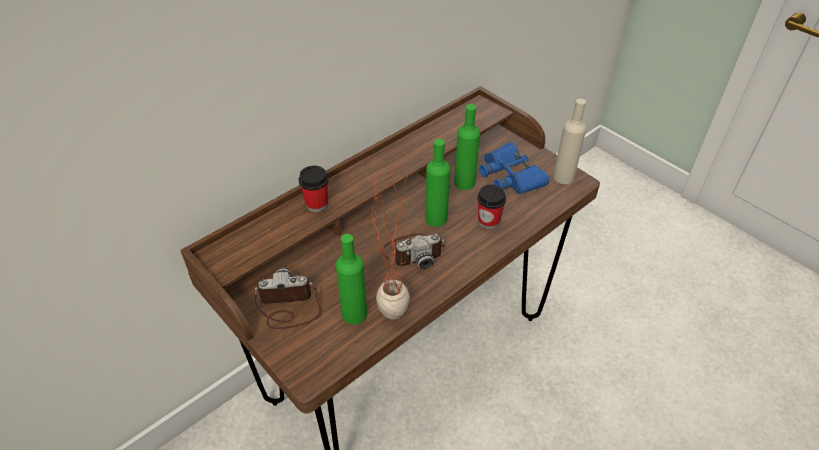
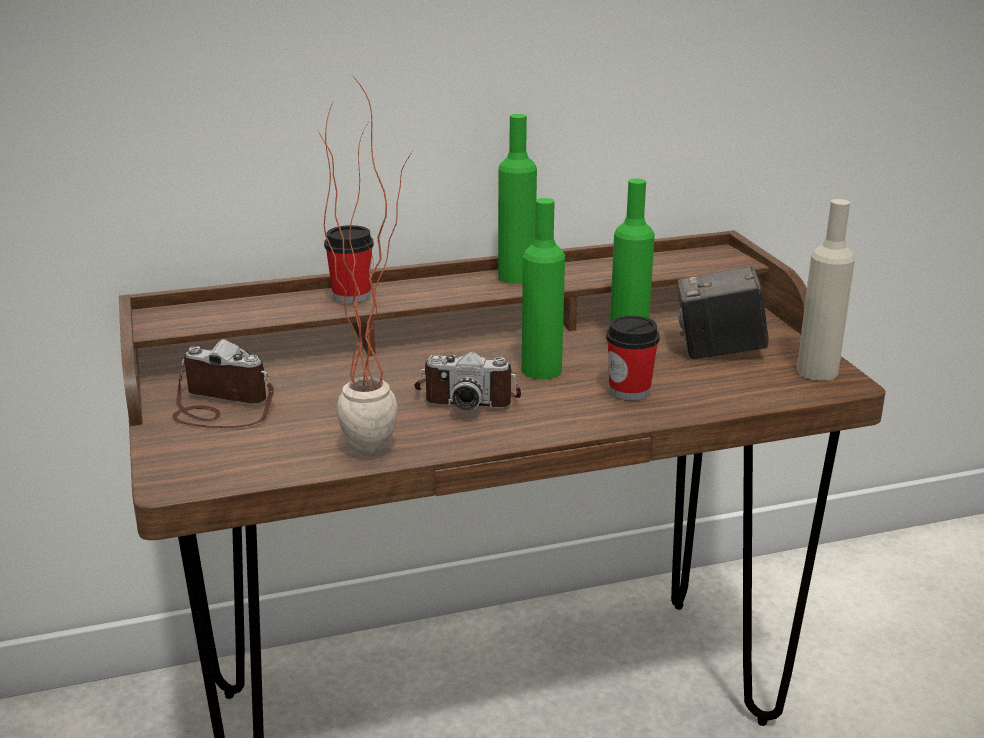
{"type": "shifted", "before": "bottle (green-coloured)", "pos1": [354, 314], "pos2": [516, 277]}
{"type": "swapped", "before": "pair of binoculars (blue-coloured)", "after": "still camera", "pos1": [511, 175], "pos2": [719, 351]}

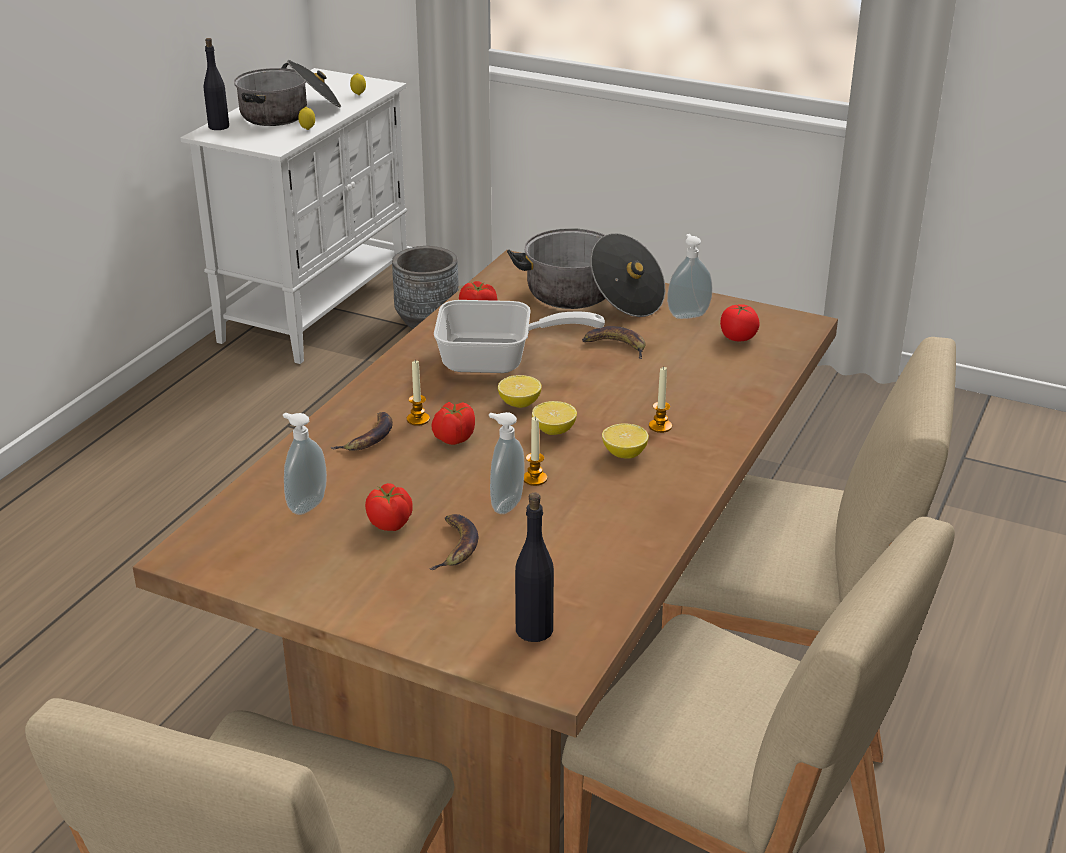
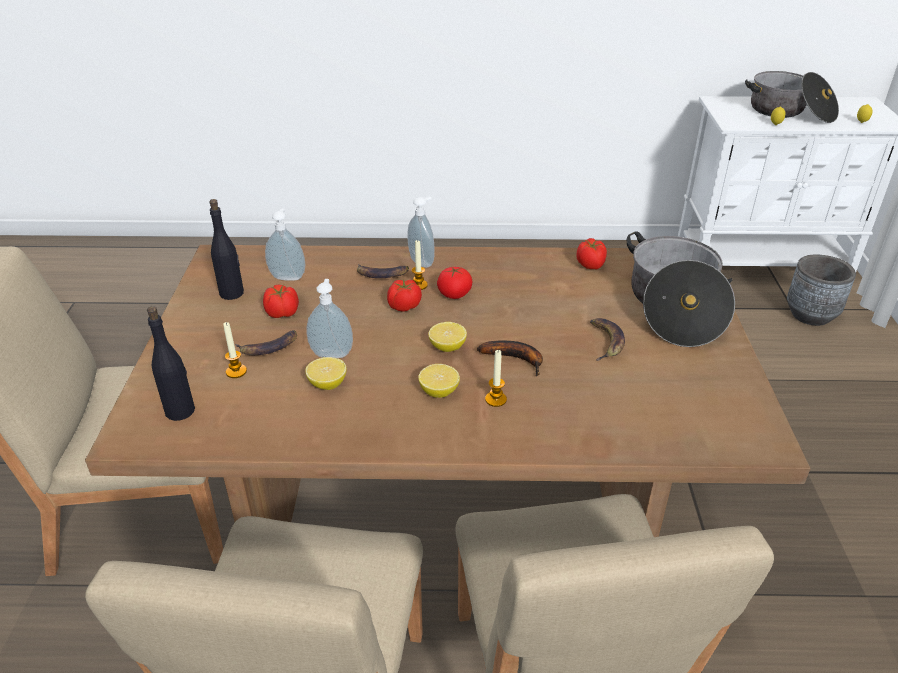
{"type": "gone", "before": "frying pan", "pos1": [498, 361]}
{"type": "new", "after": "banana", "pos2": [516, 359]}
{"type": "shifted", "before": "bottle (black)", "pos1": [219, 126], "pos2": [232, 293]}
{"type": "shifted", "before": "lemon", "pos1": [519, 404], "pos2": [327, 384]}
{"type": "shifted", "before": "candle", "pos1": [535, 478], "pos2": [236, 371]}
{"type": "shifted", "before": "liquid soap bottle", "pos1": [687, 314], "pos2": [422, 261]}
{"type": "shifted", "before": "fresh tomato", "pos1": [738, 337], "pos2": [454, 294]}

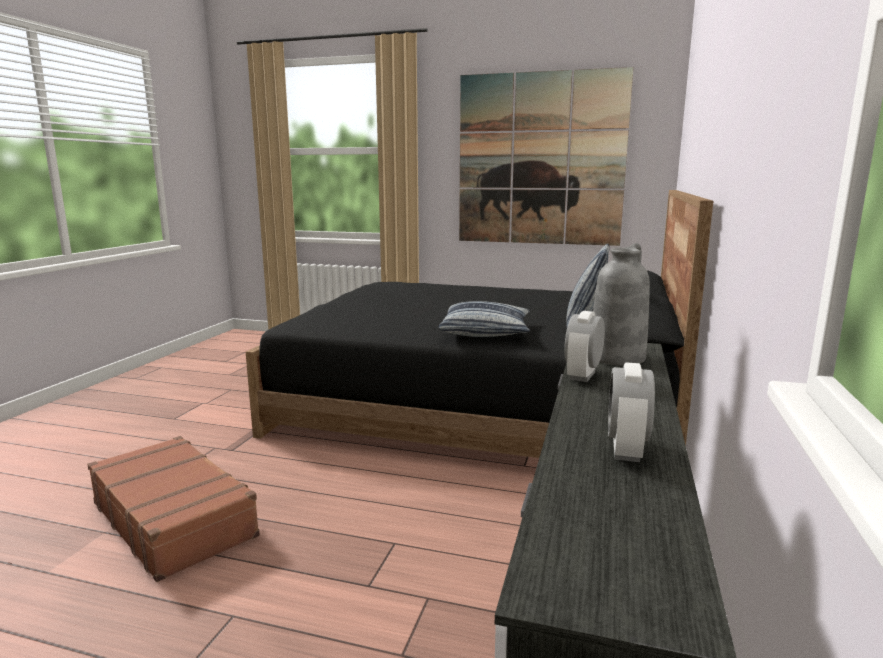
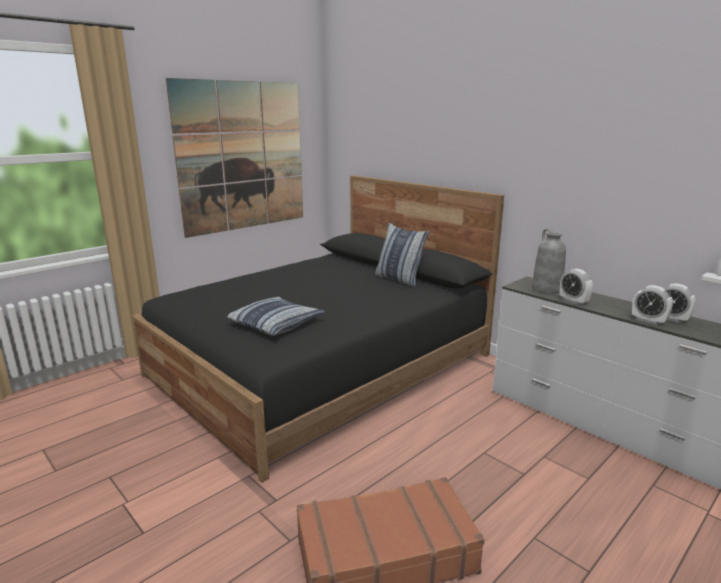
{"type": "new", "after": "bedside clock", "pos2": [648, 321]}
{"type": "shifted", "before": "throw pillow", "pos1": [485, 331], "pos2": [276, 324]}

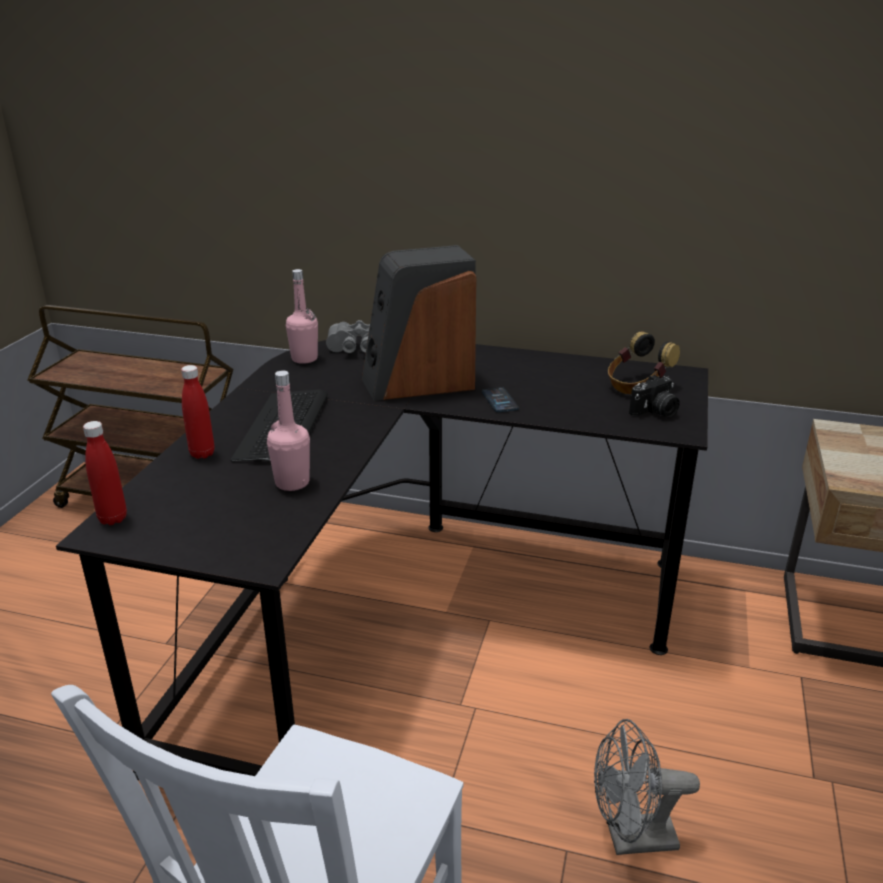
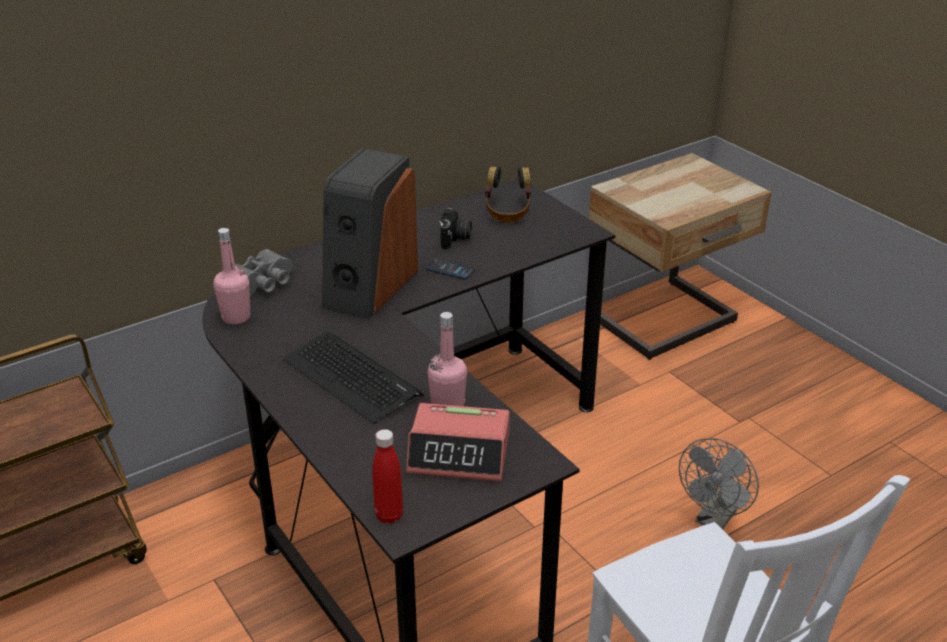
{"type": "gone", "before": "bottle (red-coloured)", "pos1": [202, 454]}
{"type": "new", "after": "bedside clock", "pos2": [460, 453]}
{"type": "shifted", "before": "still camera", "pos1": [655, 412], "pos2": [455, 239]}

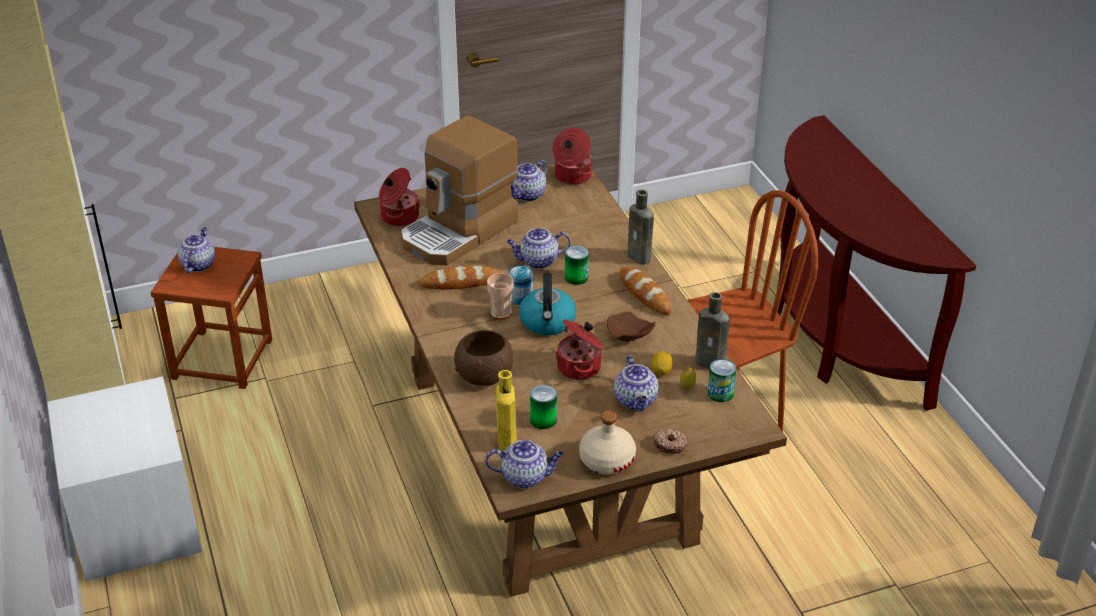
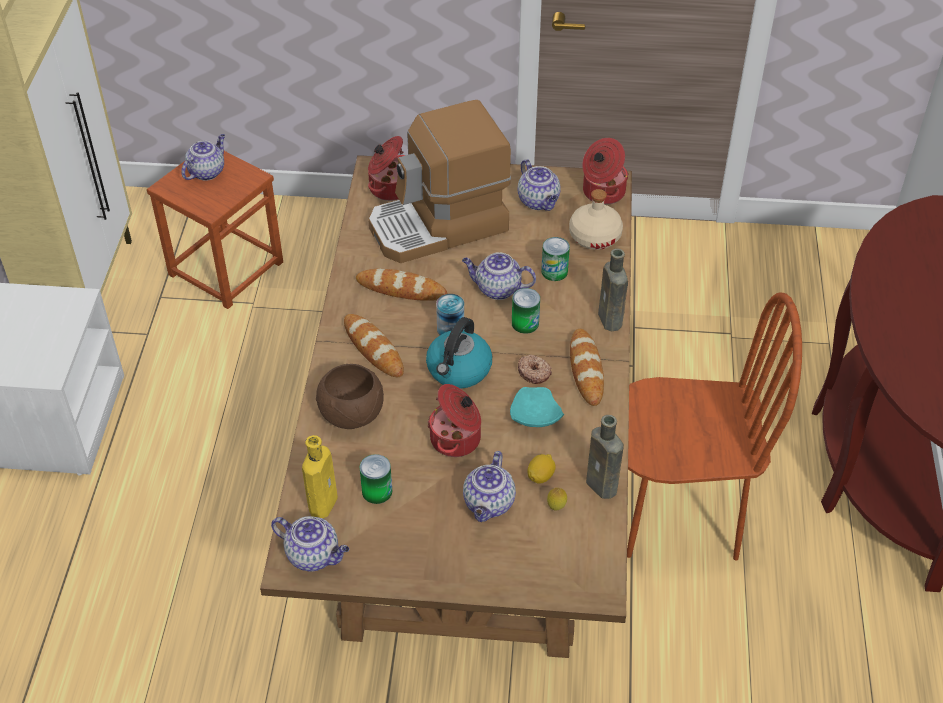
{"type": "gone", "before": "drinking cup", "pos1": [501, 313]}
{"type": "new", "after": "bakery bread", "pos2": [373, 348]}
{"type": "shifted", "before": "bottle (beige-coloured)", "pos1": [606, 460], "pos2": [594, 236]}
{"type": "shifted", "before": "ring doughnut", "pos1": [670, 444], "pos2": [534, 372]}
{"type": "shifted", "before": "sealed can", "pos1": [720, 393], "pos2": [554, 271]}
{"type": "repainted", "before": "dinner plate (brownish)", "after": "dinner plate (blue-green)", "pos1": [628, 335], "pos2": [534, 417]}
{"type": "rotated", "before": "tea pot", "pos1": [527, 195], "pos2": [539, 201], "turn": -90}

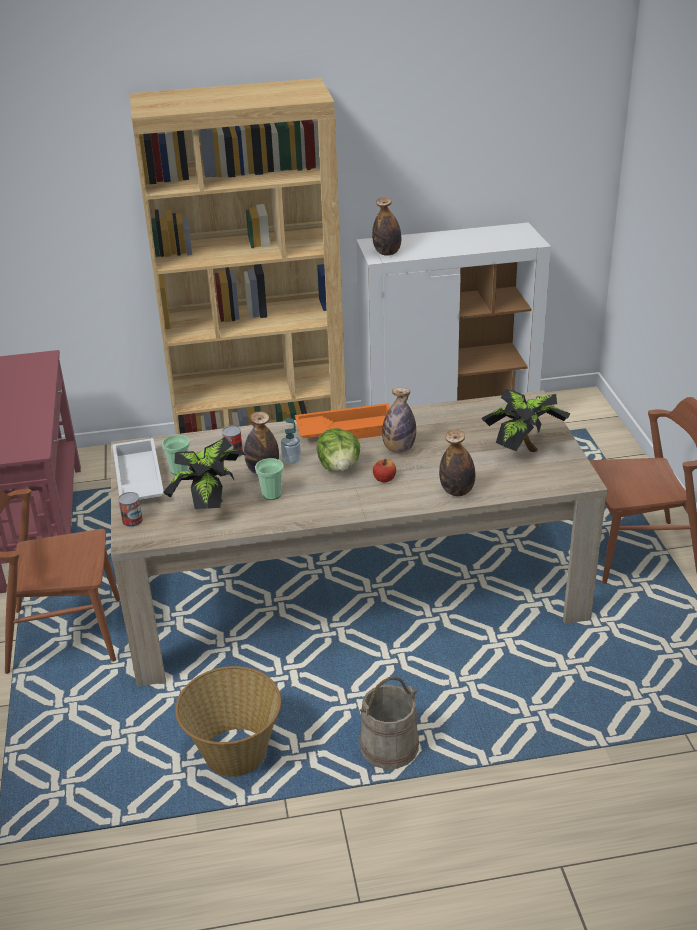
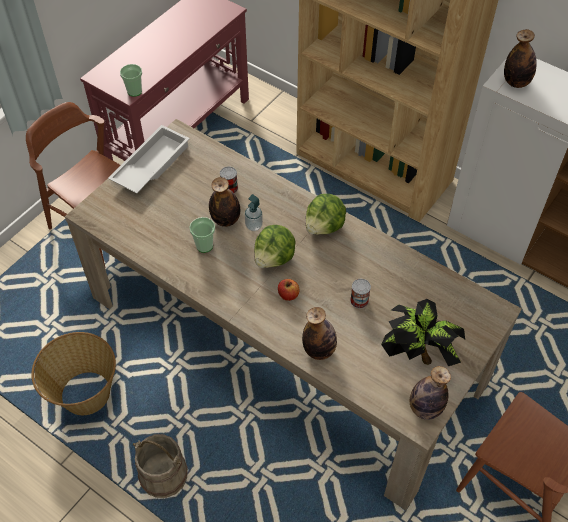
{"type": "gone", "before": "houseplant", "pos1": [210, 506]}
{"type": "shifted", "before": "sealed can", "pos1": [132, 521], "pos2": [359, 300]}
{"type": "shifted", "before": "drinking cup", "pos1": [179, 470], "pos2": [134, 91]}
{"type": "shifted", "before": "bottle", "pos1": [399, 449], "pos2": [425, 408]}
{"type": "swapped", "before": "tray (orange-coloured)", "after": "head of lettuce", "pos1": [346, 429], "pos2": [324, 226]}

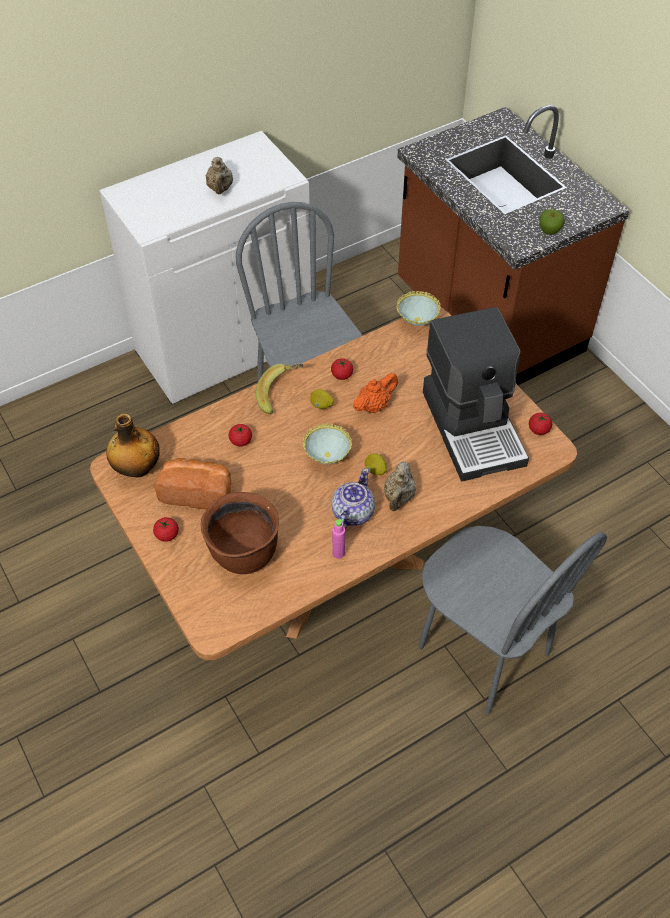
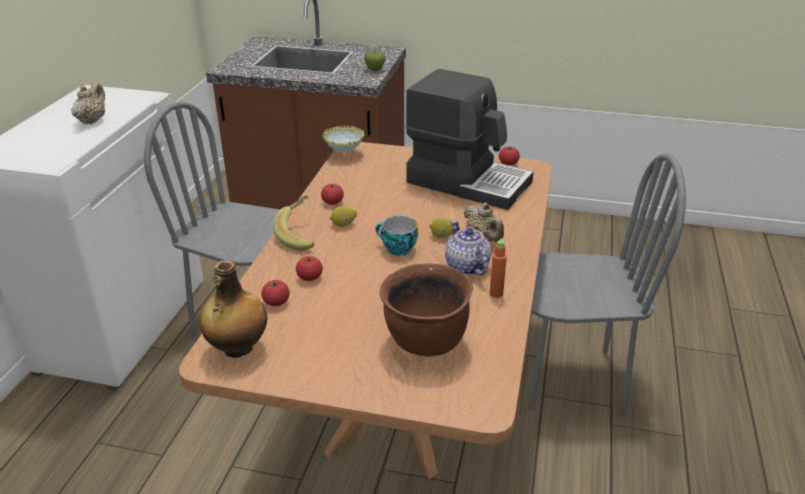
{"type": "gone", "before": "bakery bread", "pos1": [198, 492]}
{"type": "gone", "before": "tea pot (orange-coloured)", "pos1": [374, 405]}
{"type": "shifted", "before": "fresh tomato", "pos1": [167, 535], "pos2": [276, 302]}
{"type": "swapped", "before": "deep dish", "after": "drinking cup", "pos1": [327, 458], "pos2": [397, 249]}
{"type": "repainted", "before": "bottle (pink-coloured)", "after": "bottle (orange-coloured)", "pos1": [338, 553], "pos2": [496, 294]}
{"type": "rotated", "before": "tea pot (beige-coloured)", "pos1": [220, 189], "pos2": [92, 121], "turn": -120}

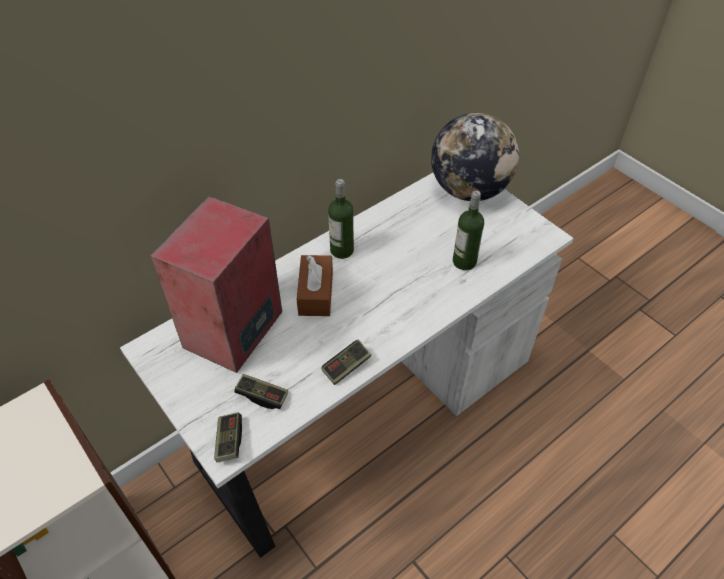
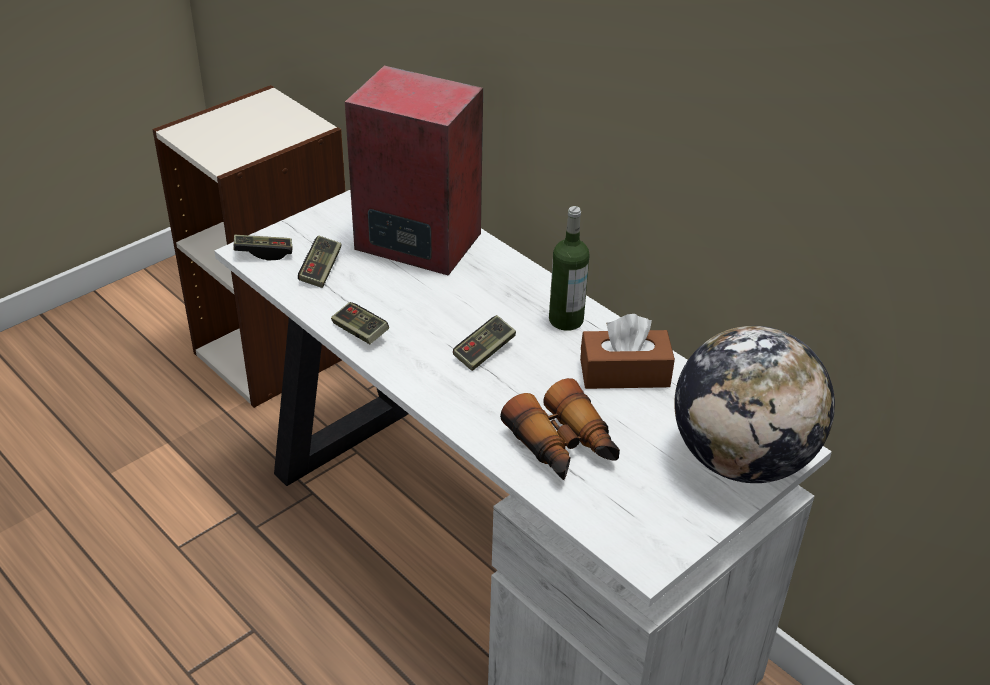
{"type": "new", "after": "joypad", "pos2": [484, 351]}
{"type": "shifted", "before": "tissue box (brownish)", "pos1": [316, 293], "pos2": [624, 373]}
{"type": "swapped", "before": "bottle", "after": "pair of binoculars", "pos1": [464, 261], "pos2": [563, 447]}

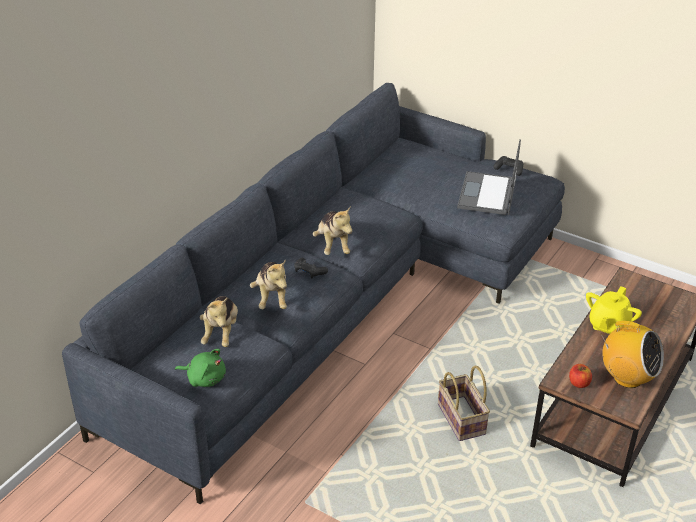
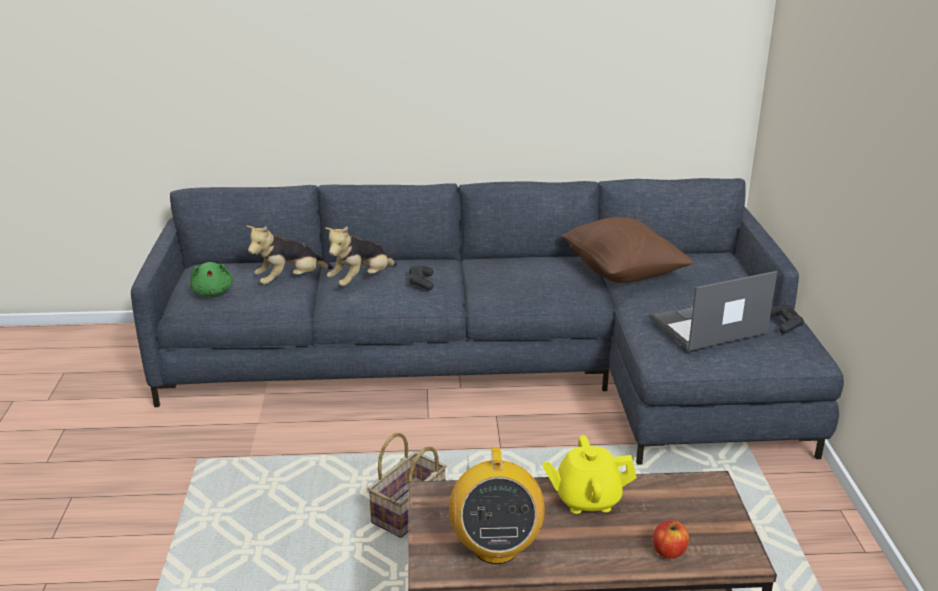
{"type": "gone", "before": "plush toy", "pos1": [333, 245]}
{"type": "new", "after": "throw pillow (brownish)", "pos2": [622, 273]}
{"type": "shifted", "before": "apple fruit", "pos1": [578, 383], "pos2": [669, 551]}

